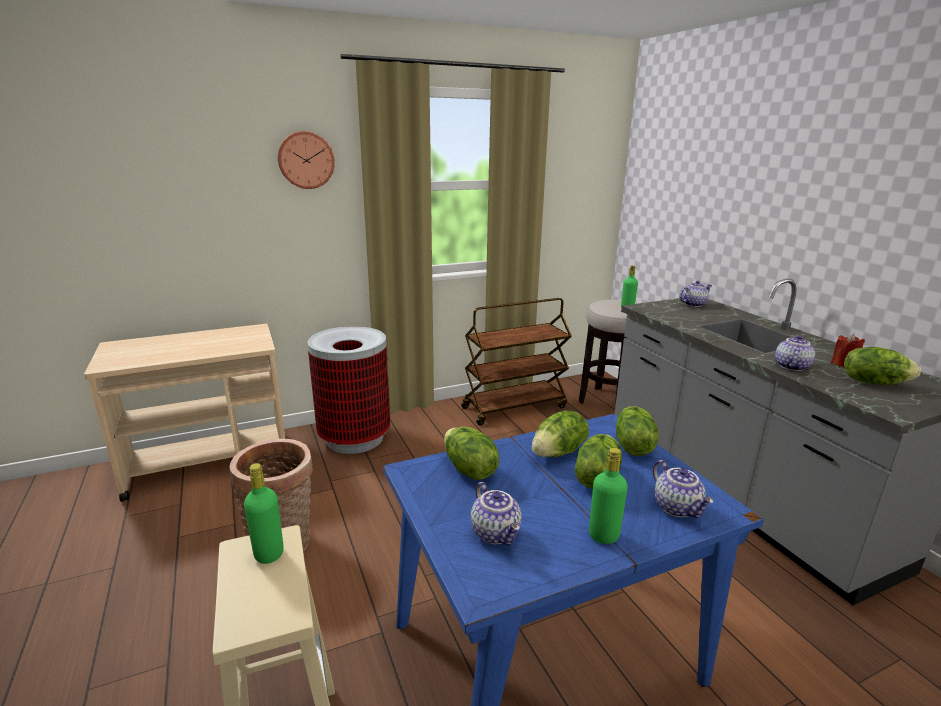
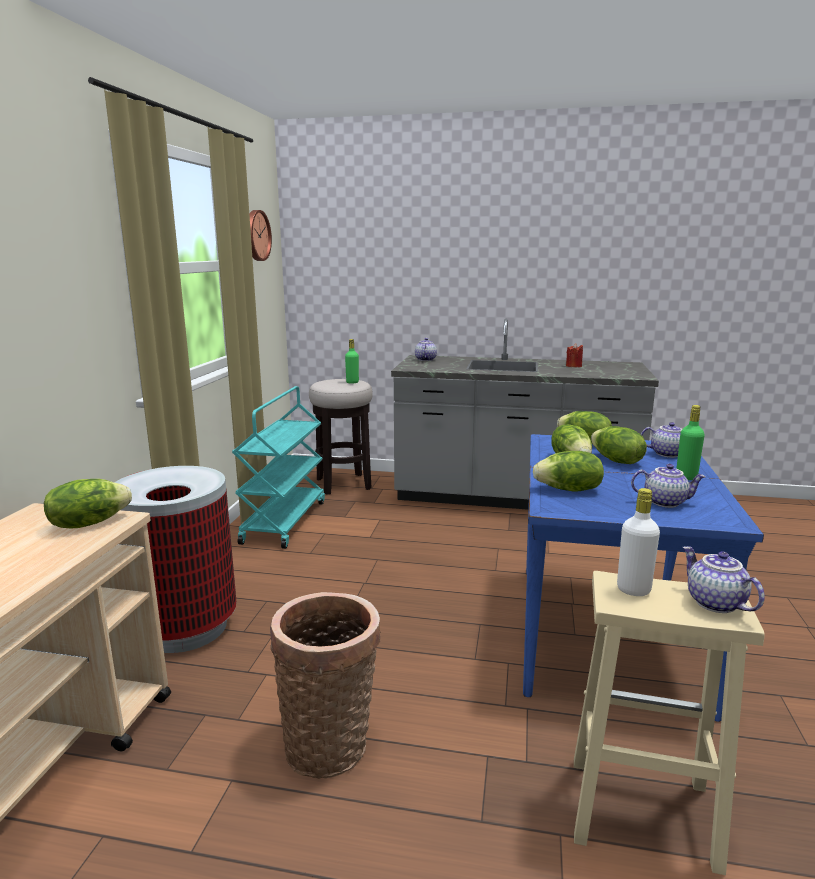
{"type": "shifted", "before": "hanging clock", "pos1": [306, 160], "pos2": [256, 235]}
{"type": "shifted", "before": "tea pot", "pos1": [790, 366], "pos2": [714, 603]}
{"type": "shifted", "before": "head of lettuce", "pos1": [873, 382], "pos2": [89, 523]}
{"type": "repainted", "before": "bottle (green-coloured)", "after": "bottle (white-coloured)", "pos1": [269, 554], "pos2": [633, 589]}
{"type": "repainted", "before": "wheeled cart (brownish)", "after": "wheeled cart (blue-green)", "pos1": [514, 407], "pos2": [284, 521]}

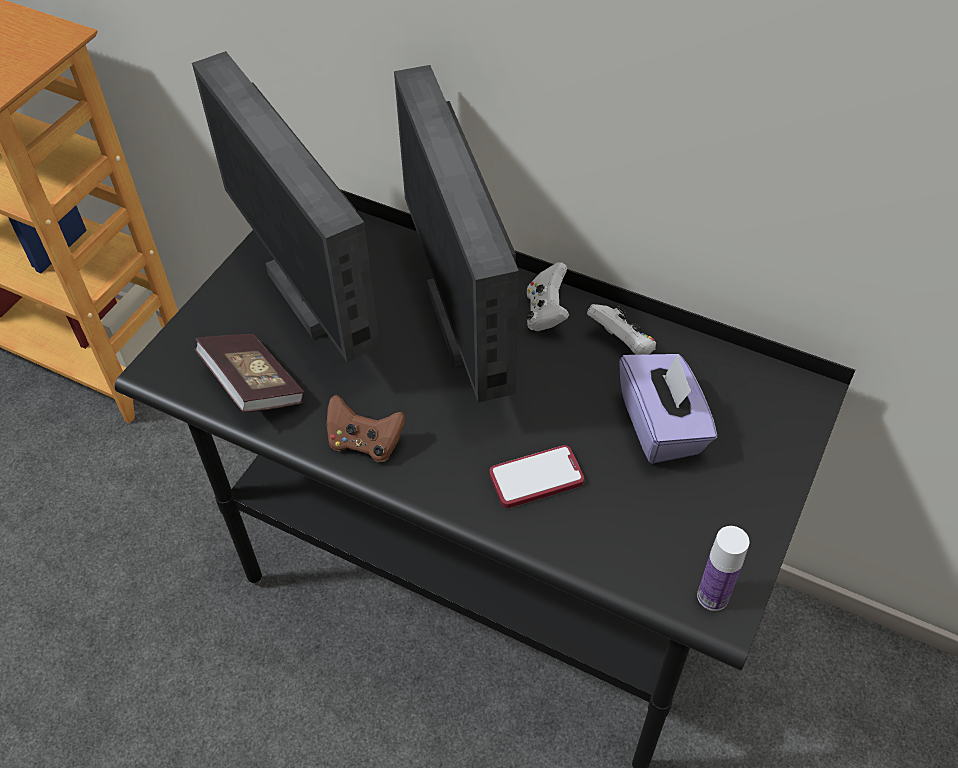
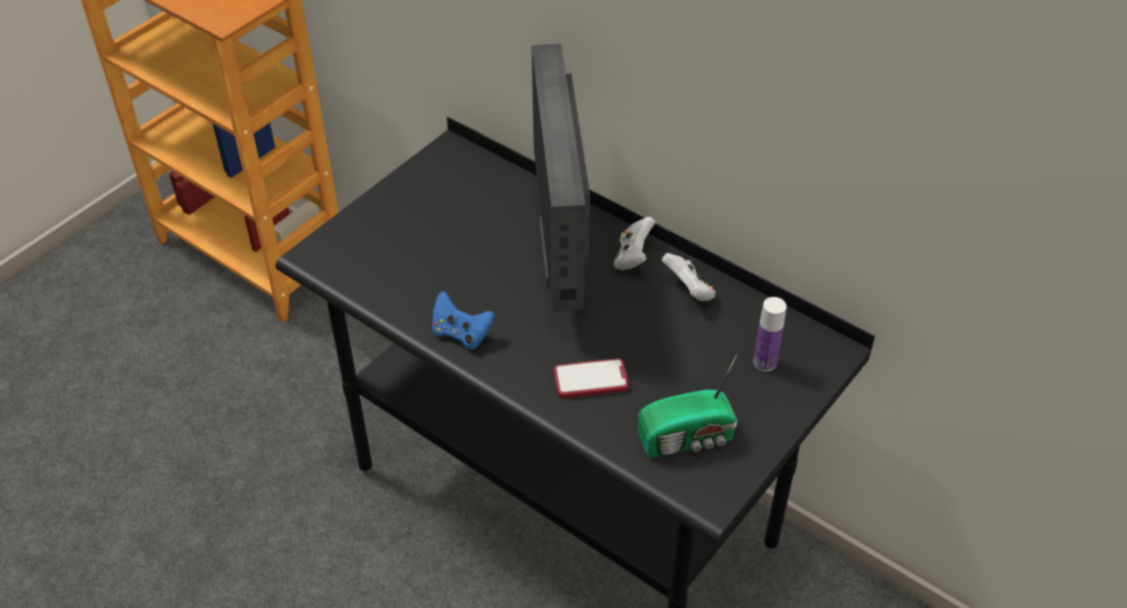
{"type": "gone", "before": "monitor", "pos1": [308, 297]}
{"type": "gone", "before": "bound book", "pos1": [253, 386]}
{"type": "gone", "before": "tissue box (purple-coloured)", "pos1": [662, 426]}
{"type": "new", "after": "radio", "pos2": [688, 439]}
{"type": "shifted", "before": "bottle", "pos1": [712, 596], "pos2": [764, 362]}
{"type": "repainted", "before": "joypad (brownish)", "after": "joypad (blue-coloured)", "pos1": [365, 442], "pos2": [461, 334]}

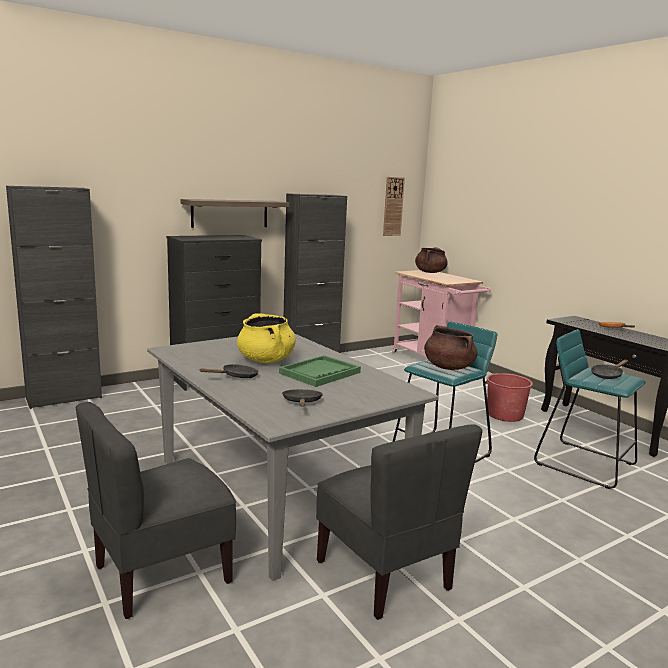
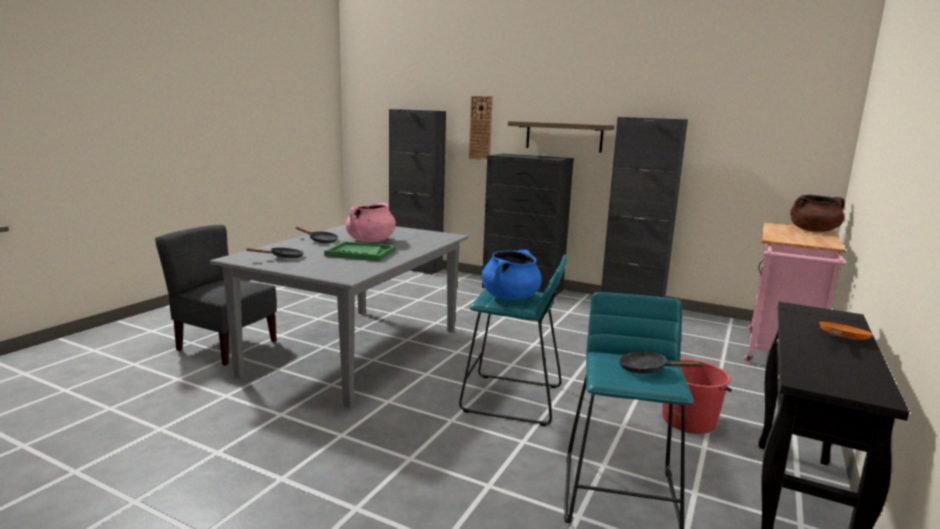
{"type": "gone", "before": "plain chair (gray)", "pos1": [385, 574]}
{"type": "shifted", "before": "hanging clock", "pos1": [393, 206], "pos2": [480, 128]}
{"type": "repainted", "before": "cooking pot (yellow)", "after": "cooking pot (pink-coloured)", "pos1": [266, 360], "pos2": [371, 241]}
{"type": "repainted", "before": "cooking pot (brownish)", "after": "cooking pot (blue-coloured)", "pos1": [448, 367], "pos2": [510, 297]}

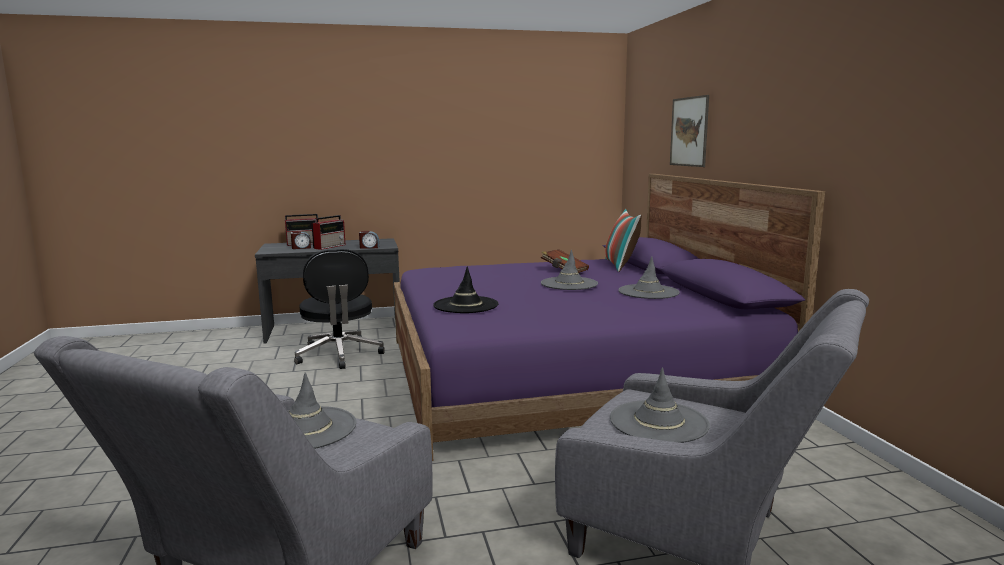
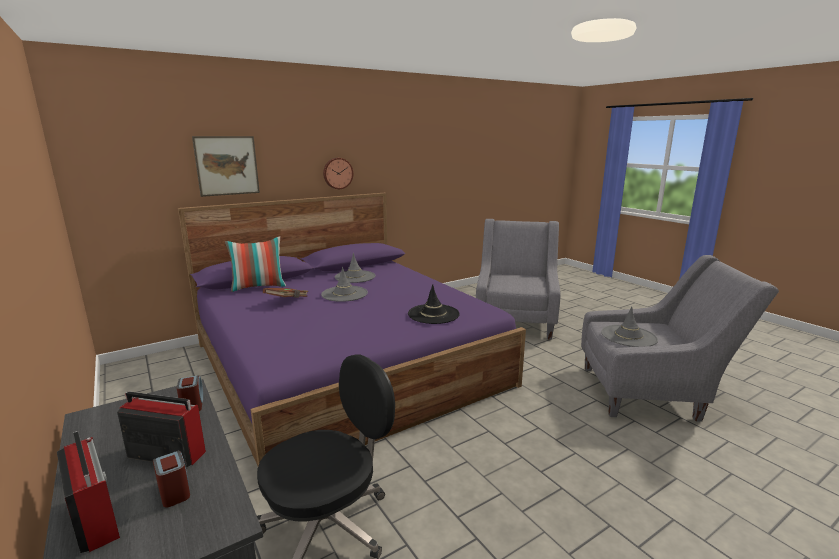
{"type": "gone", "before": "wearable hat (gray)", "pos1": [658, 422]}
{"type": "new", "after": "hanging clock", "pos2": [337, 173]}

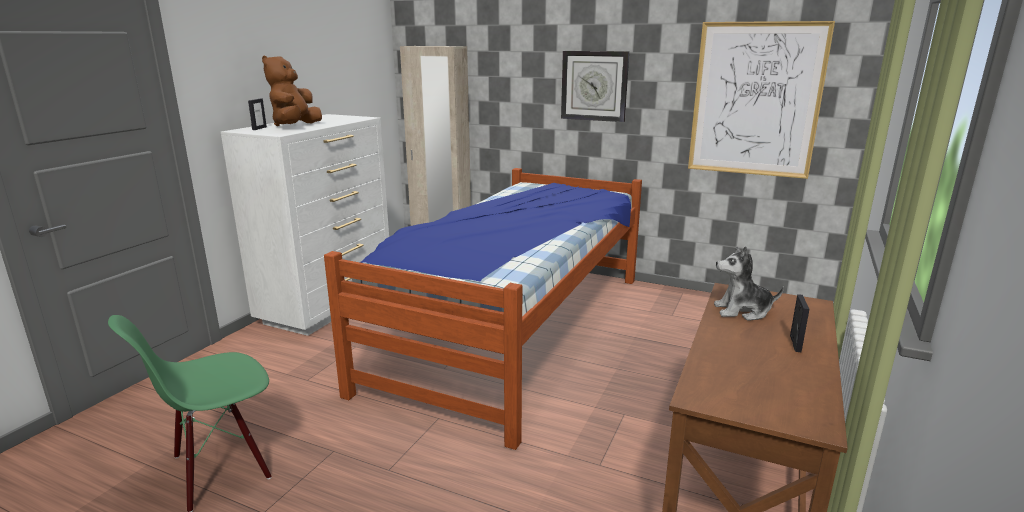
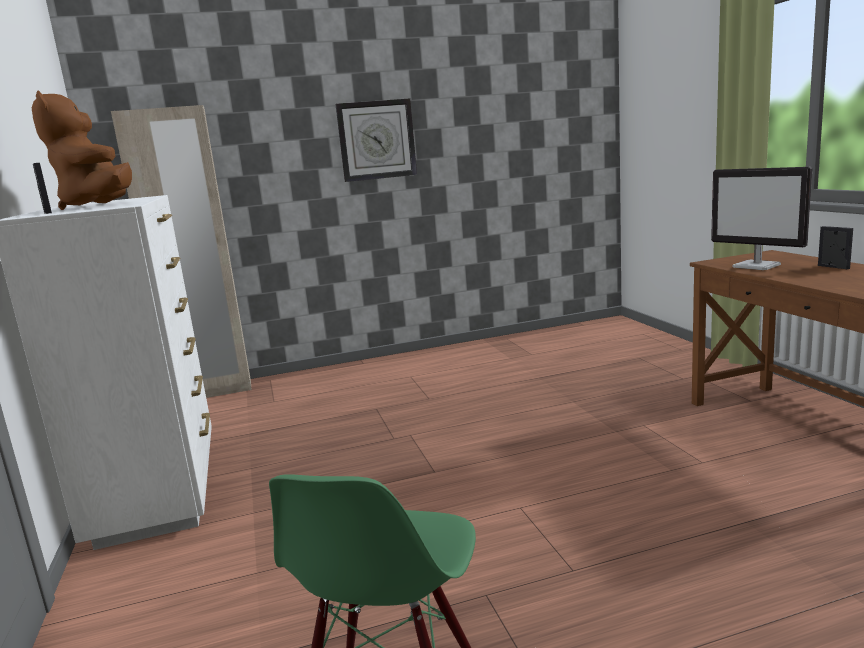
{"type": "gone", "before": "sleeping bed", "pos1": [513, 328]}
{"type": "gone", "before": "wall picture", "pos1": [755, 100]}
{"type": "swapped", "before": "plush toy", "after": "monitor", "pos1": [742, 311], "pos2": [757, 266]}

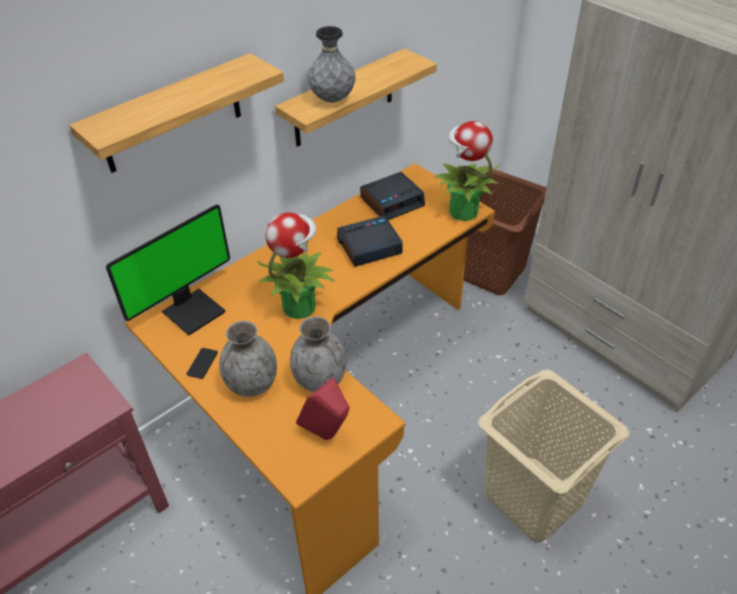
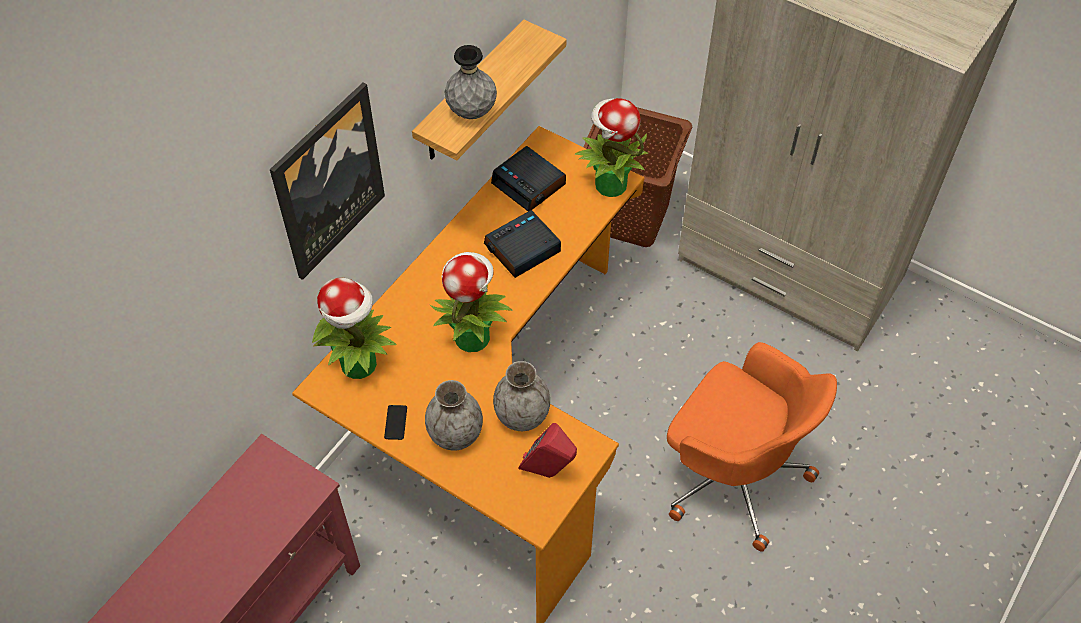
{"type": "swapped", "before": "bracket shelf", "after": "wall picture", "pos1": [172, 115], "pos2": [328, 181]}
{"type": "swapped", "before": "monitor", "after": "houseplant", "pos1": [193, 310], "pos2": [360, 364]}
{"type": "swapped", "before": "hamper (beige-coloured)", "after": "desk chair (orange-coloured)", "pos1": [533, 499], "pos2": [732, 475]}
{"type": "rotated", "before": "bedside clock", "pos1": [392, 201], "pos2": [529, 184], "turn": 90}

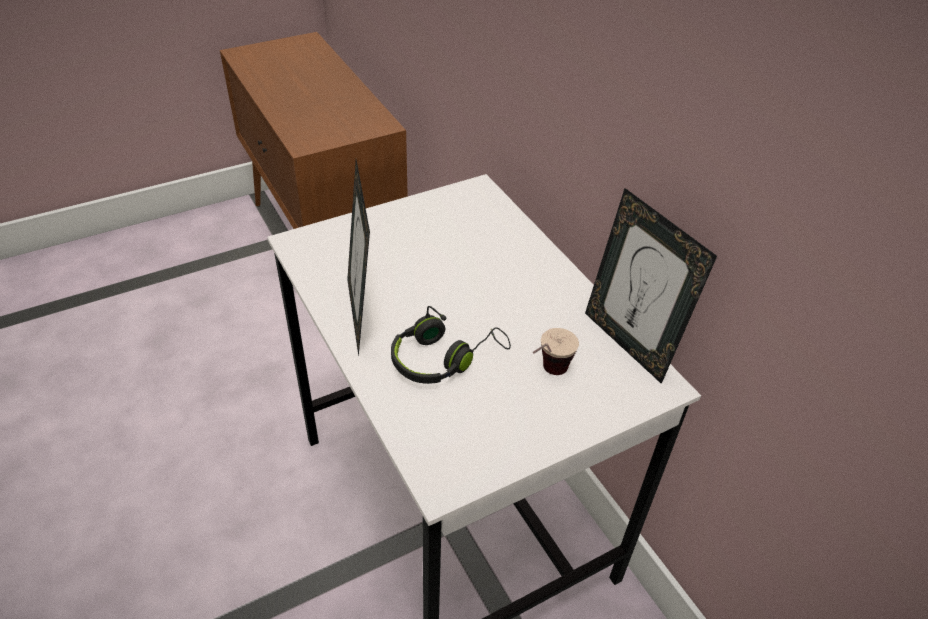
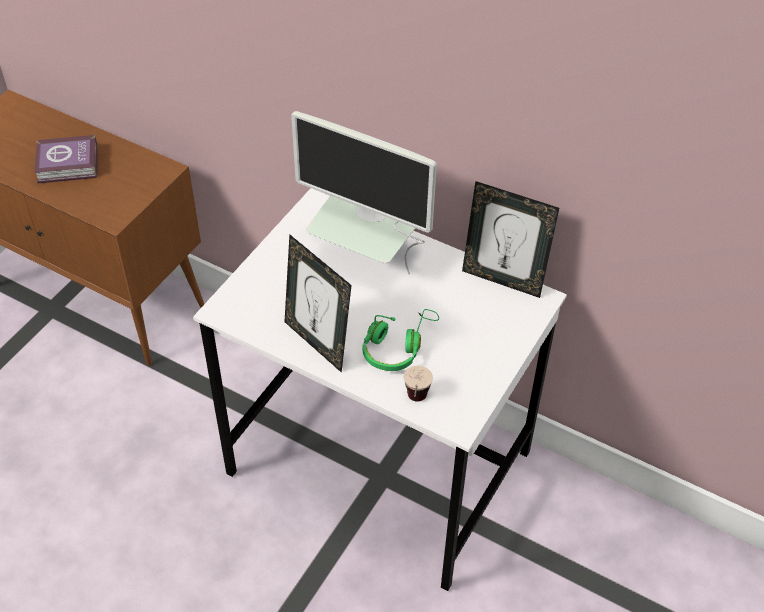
{"type": "new", "after": "bound book", "pos2": [69, 165]}
{"type": "new", "after": "monitor", "pos2": [367, 257]}
{"type": "shifted", "before": "drinking cup", "pos1": [546, 375], "pos2": [416, 403]}
{"type": "repainted", "before": "pair of headphones (black)", "after": "pair of headphones (green-coloured)", "pos1": [444, 358], "pos2": [397, 346]}

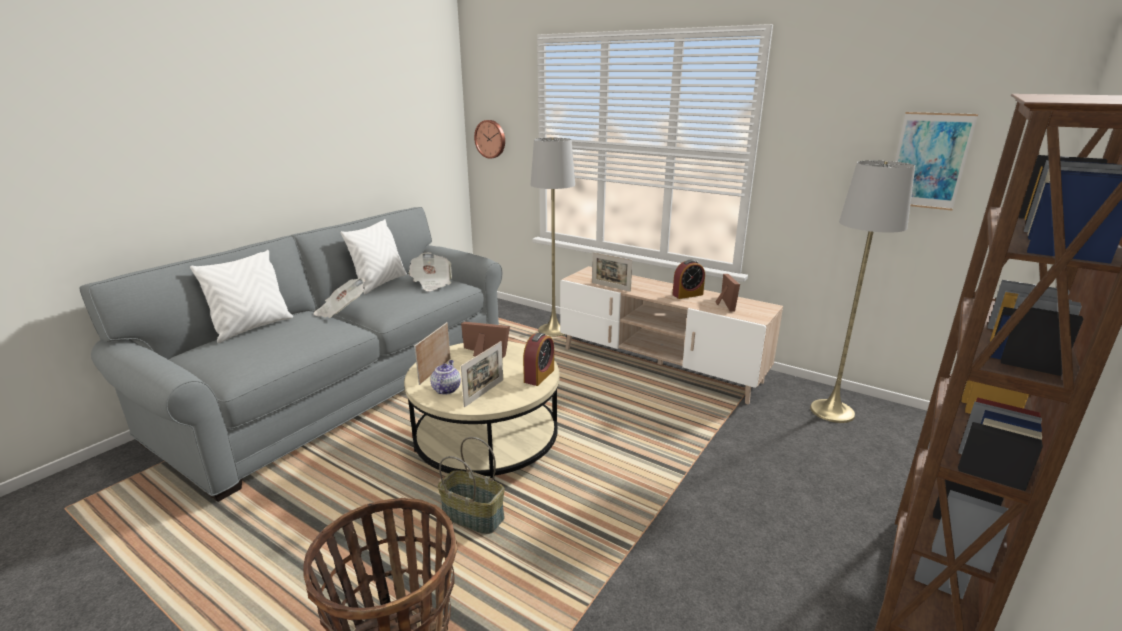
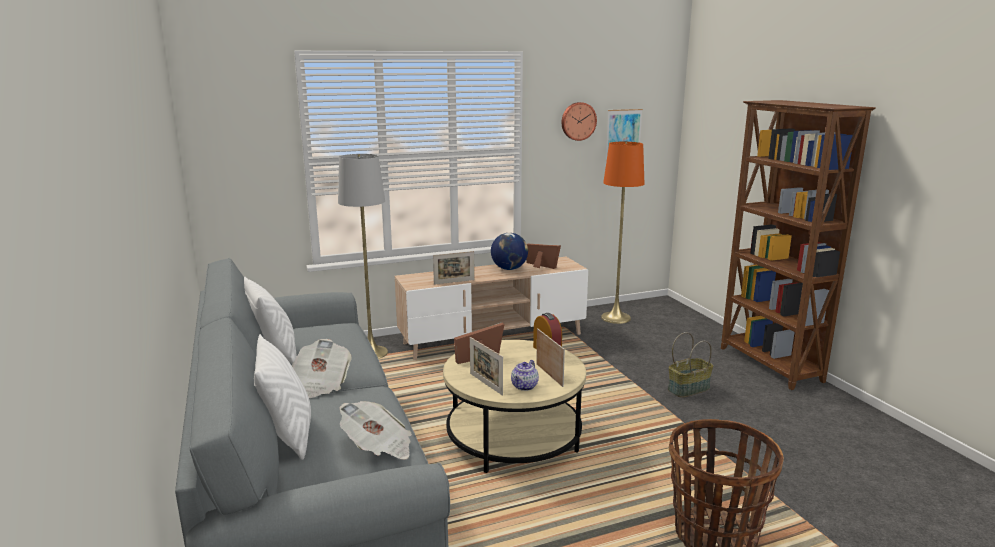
{"type": "shifted", "before": "daily paper", "pos1": [431, 283], "pos2": [378, 447]}
{"type": "shifted", "before": "household basket", "pos1": [474, 516], "pos2": [688, 389]}
{"type": "shifted", "before": "hanging clock", "pos1": [491, 139], "pos2": [578, 121]}
{"type": "swapped", "before": "bedside clock", "after": "globe", "pos1": [687, 295], "pos2": [509, 269]}
{"type": "repainted", "before": "floor lamp (gray)", "after": "floor lamp (orange-coloured)", "pos1": [832, 411], "pos2": [615, 318]}
{"type": "rotated", "before": "tea pot", "pos1": [446, 389], "pos2": [524, 387], "turn": -105}

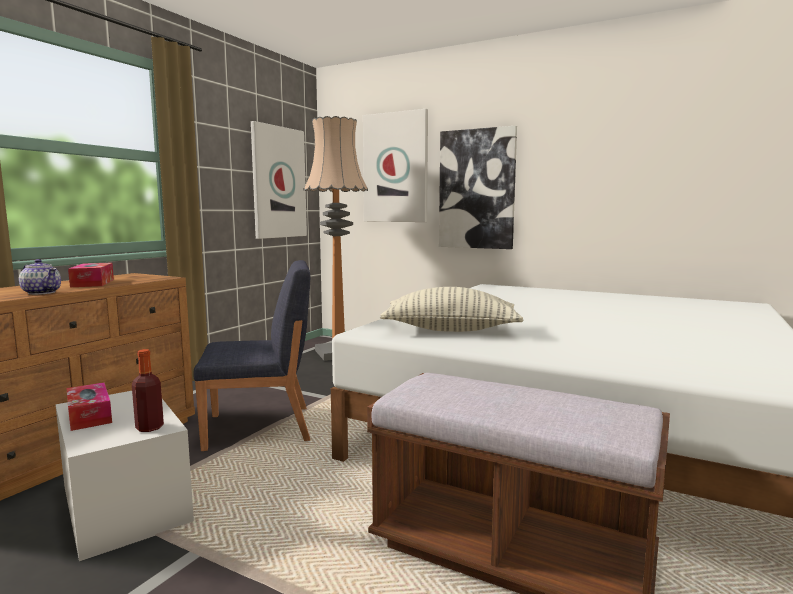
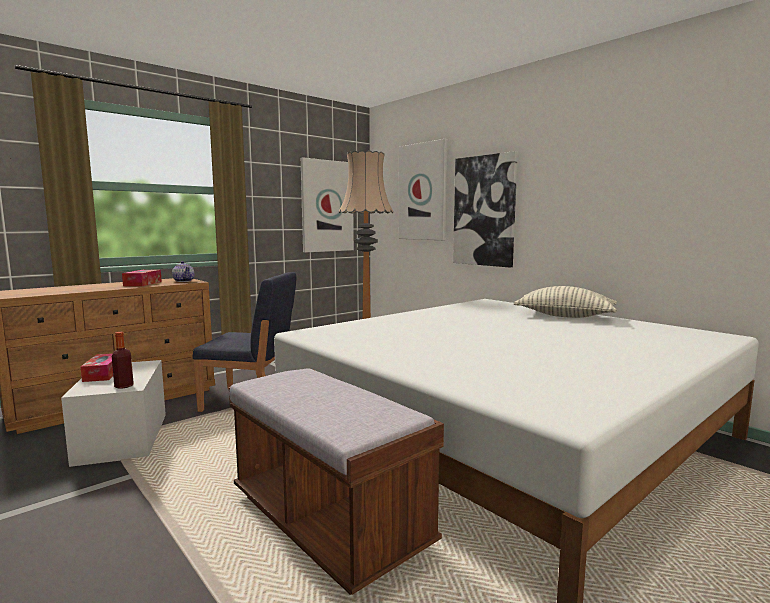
{"type": "shifted", "before": "tea pot", "pos1": [42, 292], "pos2": [184, 281]}
{"type": "shifted", "before": "throw pillow", "pos1": [450, 330], "pos2": [565, 316]}

